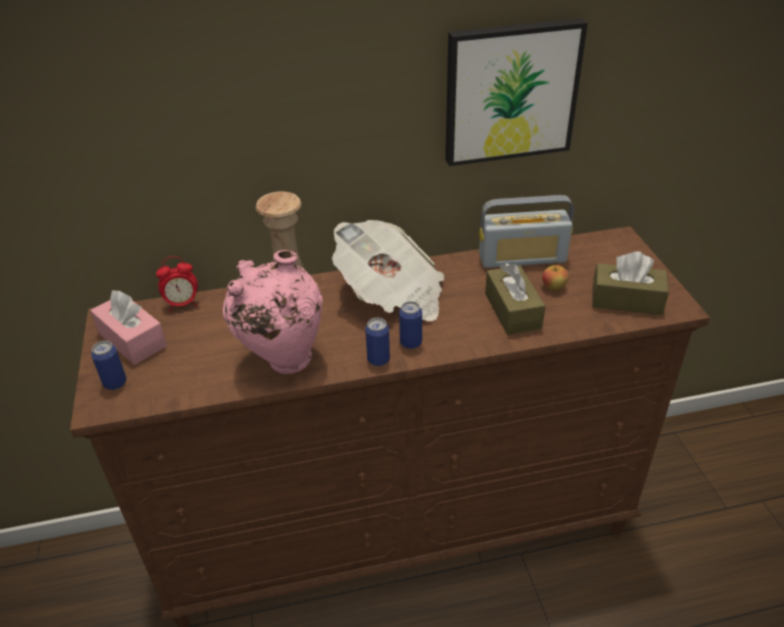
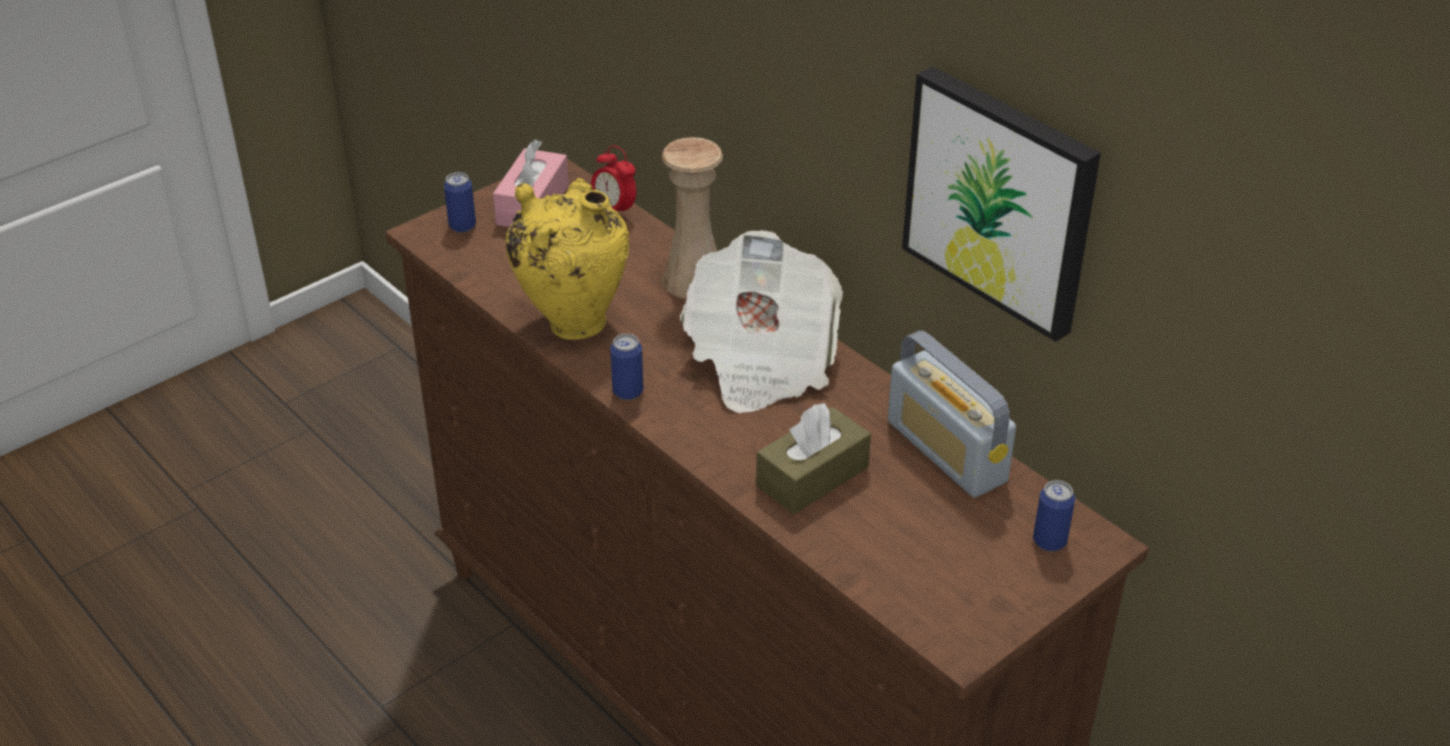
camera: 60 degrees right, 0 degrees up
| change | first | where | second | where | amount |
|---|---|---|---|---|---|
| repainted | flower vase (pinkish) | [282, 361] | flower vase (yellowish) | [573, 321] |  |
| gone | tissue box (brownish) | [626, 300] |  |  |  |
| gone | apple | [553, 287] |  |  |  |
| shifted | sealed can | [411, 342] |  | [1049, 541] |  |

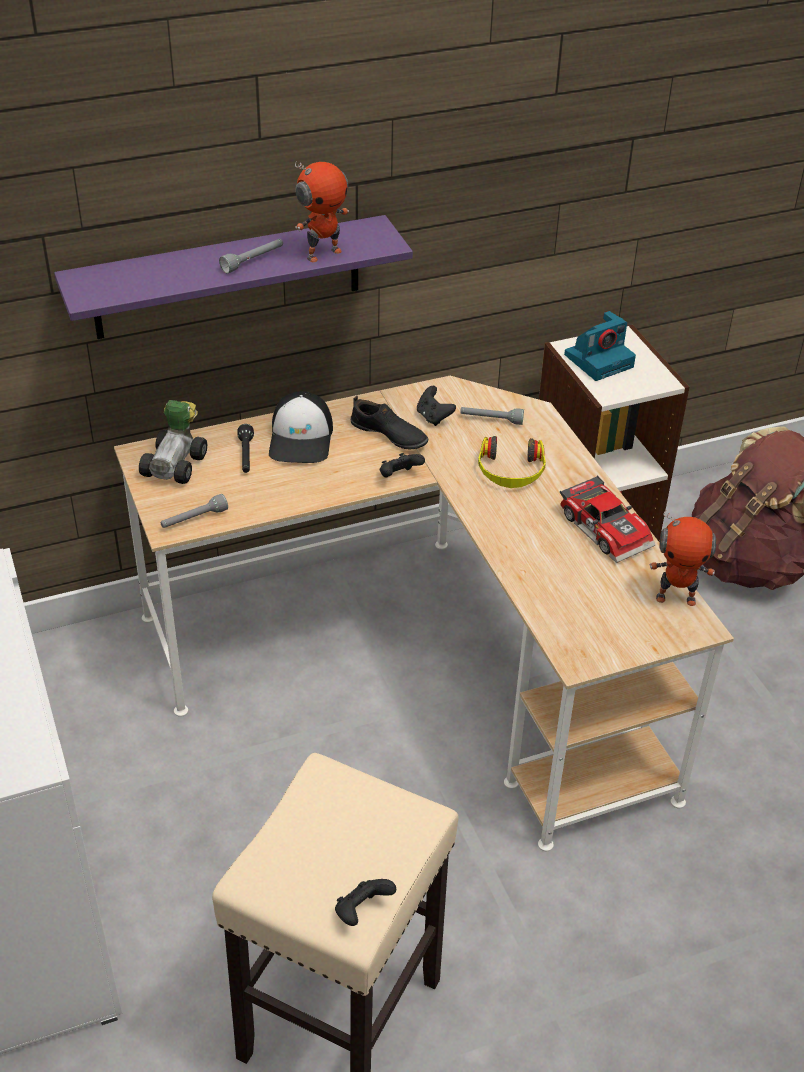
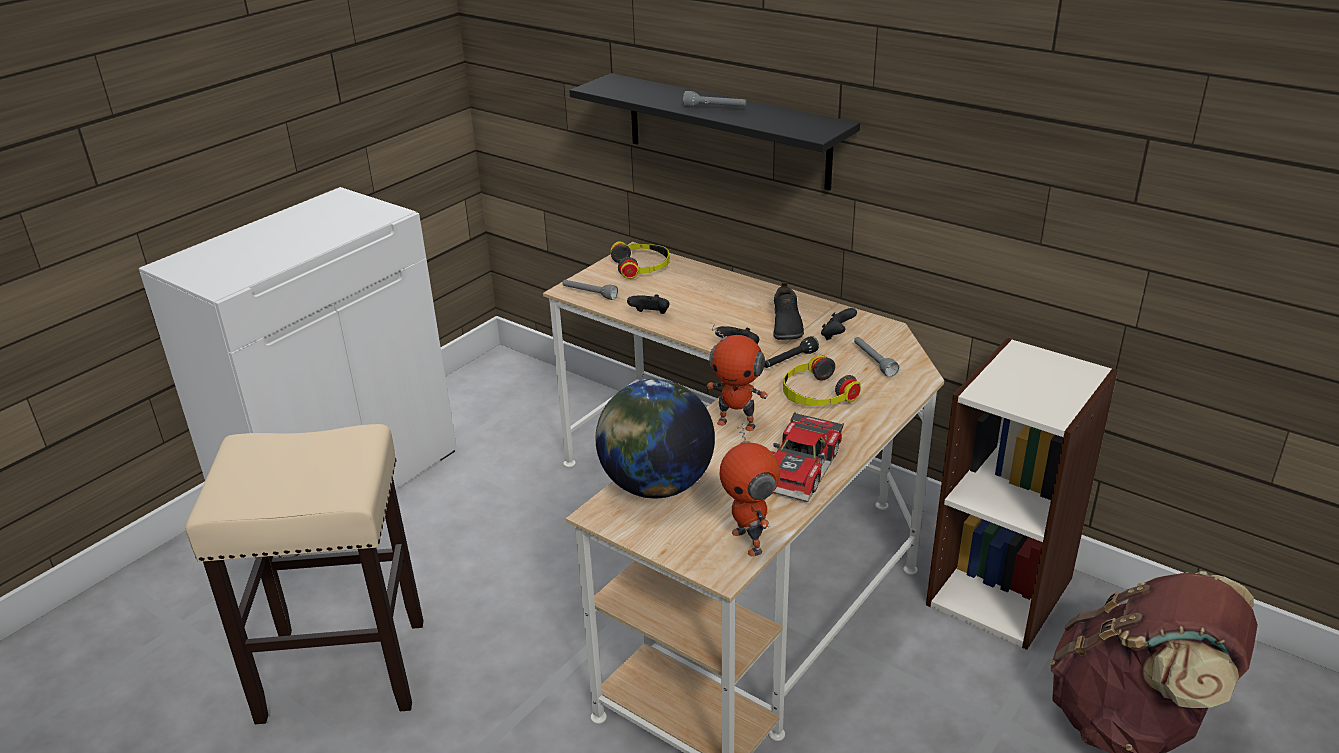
camera: 60 degrees right, 10 degrees down
| change | first | where | second | where | amount |
|---|---|---|---|---|---|
| shifted | toy robot | [323, 253] |  | [737, 423] |  |
| repainted | bracket shelf (purplish) | [228, 278] | bracket shelf (black) | [727, 131] |  |
| gone | photo camera | [599, 360] |  |  |  |
| gone | cap | [301, 439] |  |  |  |
| swapped | toy car | [178, 463] | headphones | [642, 266] |  |
| shifted | torch (black) | [246, 456] |  | [789, 361] |  |
| shifted | game controller (black) | [362, 911] |  | [650, 315] |  |
| new |  |  | globe | [656, 485] |  |

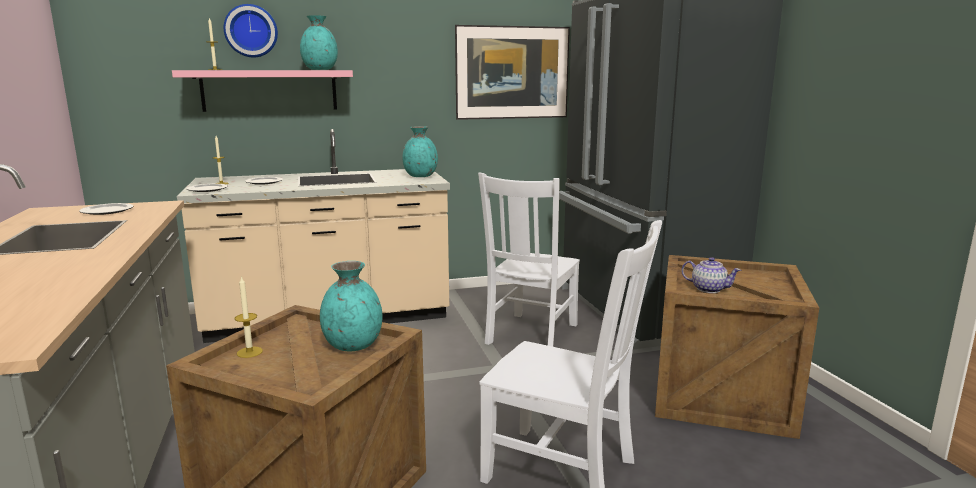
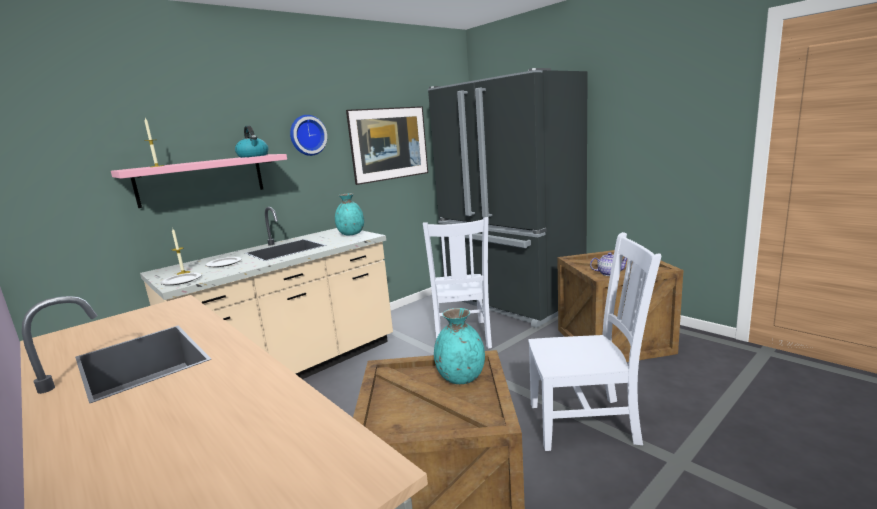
camera: 25 degrees left, 0 degrees up
| change | first | where | second | where | amount |
|---|---|---|---|---|---|
| shifted | clock on the wall | [251, 31] |  | [307, 135] |  |
| swapped | flower vase (turquoise-coloured) | [320, 69] | tea kettle | [253, 156] |  |
| gone | flat dish | [107, 211] |  |  |  |
| gone | wax candle | [249, 352] |  |  |  |

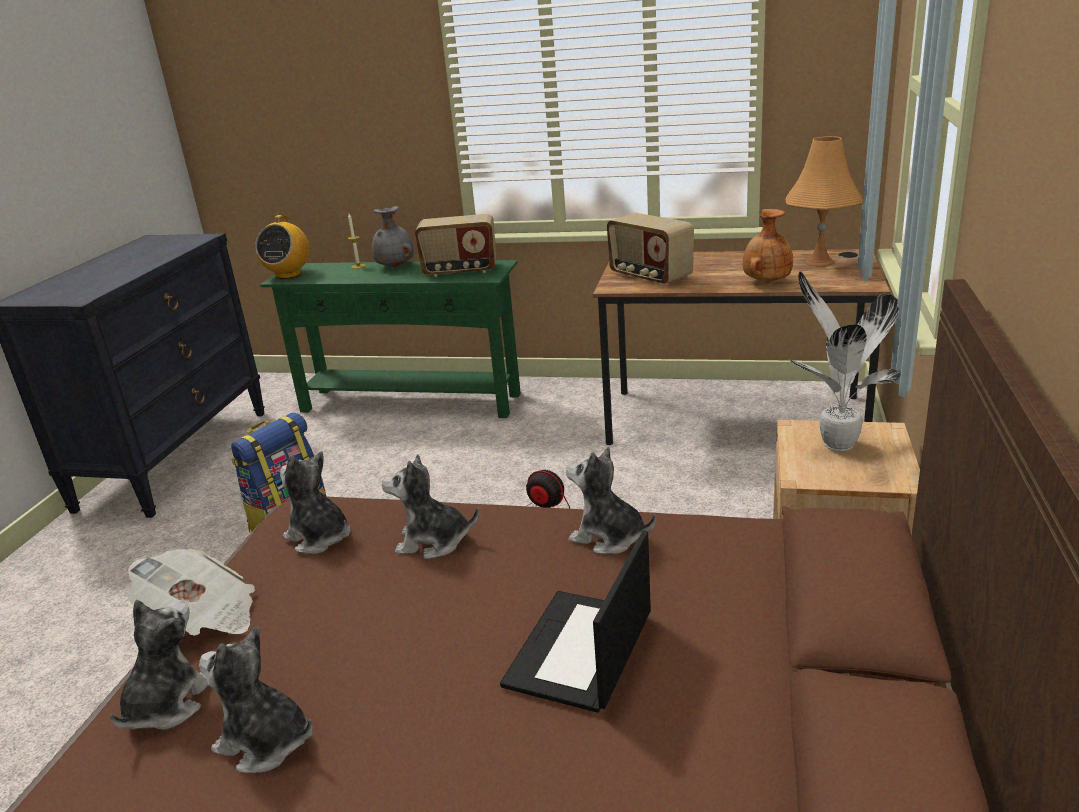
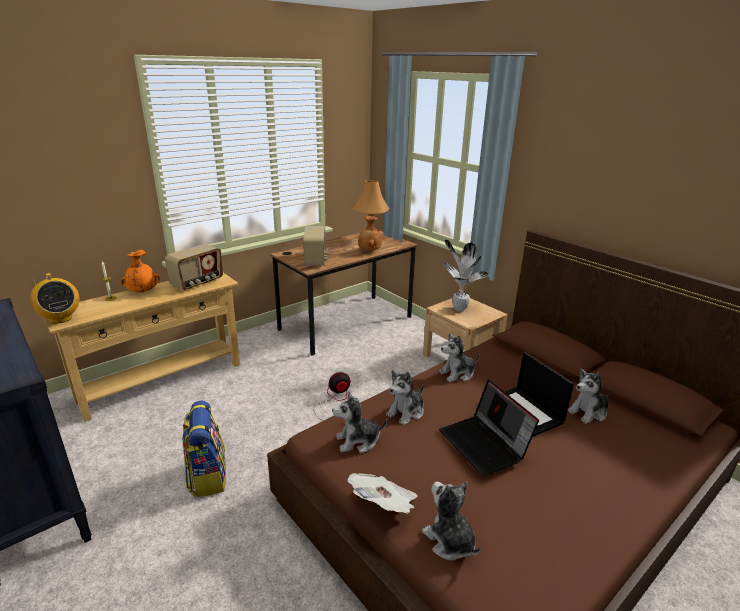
camera: 55 degrees left, 0 degrees up
| change | first | where | second | where | amount |
|---|---|---|---|---|---|
| repainted | flower vase (grey) | [396, 266] | flower vase (orange) | [143, 291] |  |
| rotated | radio | [649, 276] |  | [316, 260] | 90 degrees counterclockwise |
| repainted | hall table (greenish) | [410, 402] | hall table (beige-coloured) | [162, 381] |  |
| shifted | cuddly toy | [265, 742] |  | [588, 412] |  |
| new |  |  | portable computer | [484, 445] |  |

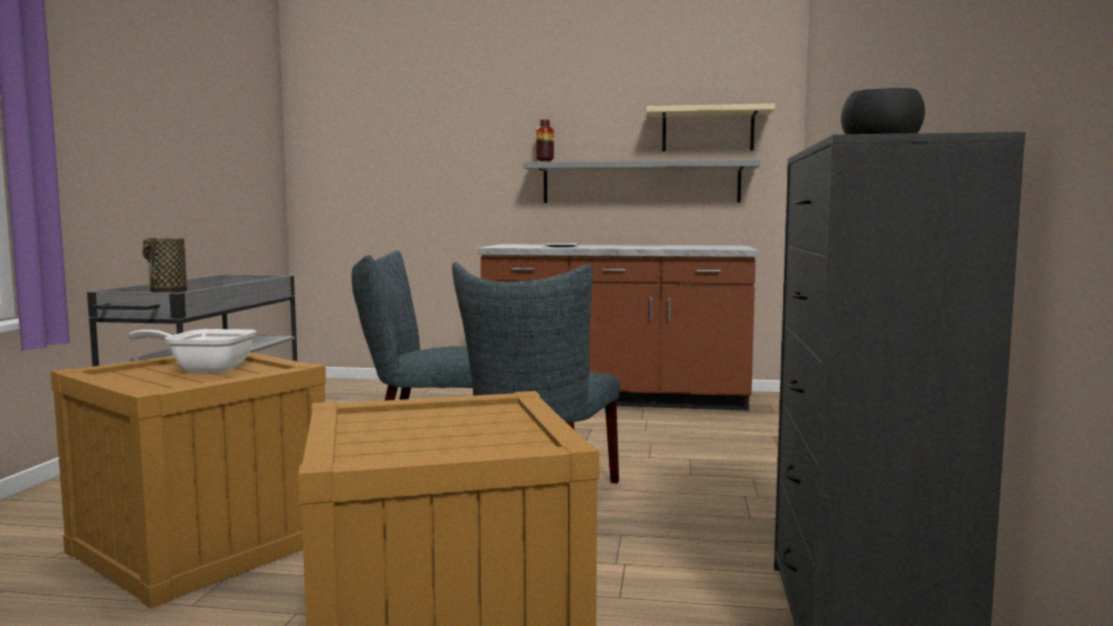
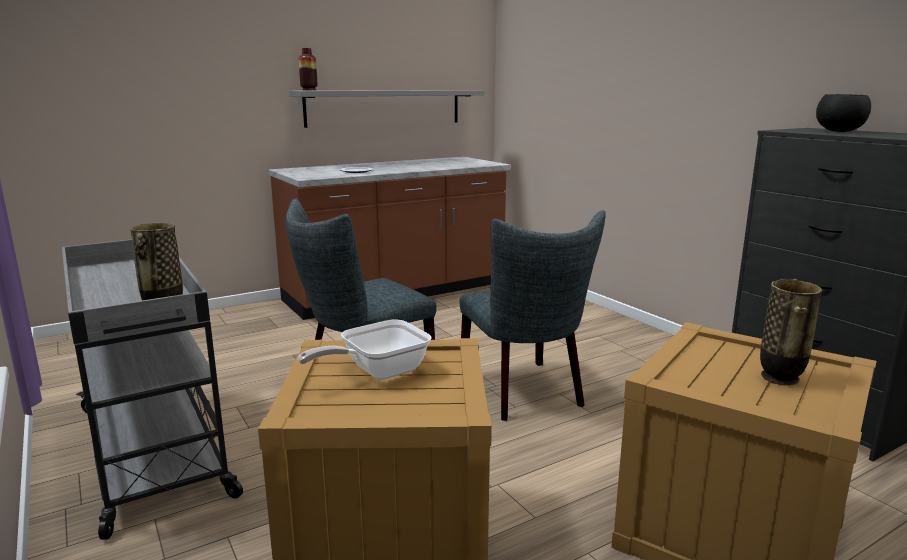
camera: 40 degrees left, 10 degrees up
| change | first | where | second | where | amount |
|---|---|---|---|---|---|
| gone | bracket shelf (beige-coloured) | [707, 130] |  |  |  |
| new |  |  | flower vase | [780, 378] |  |

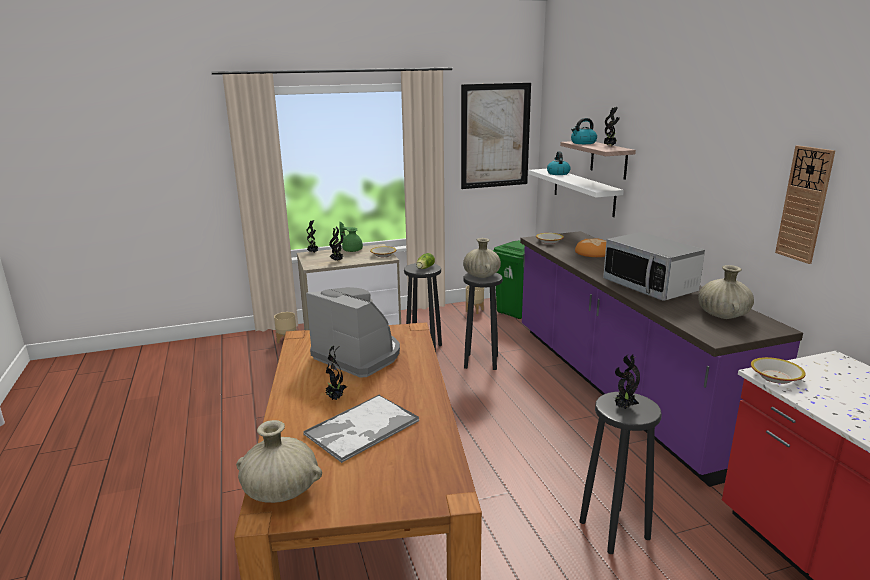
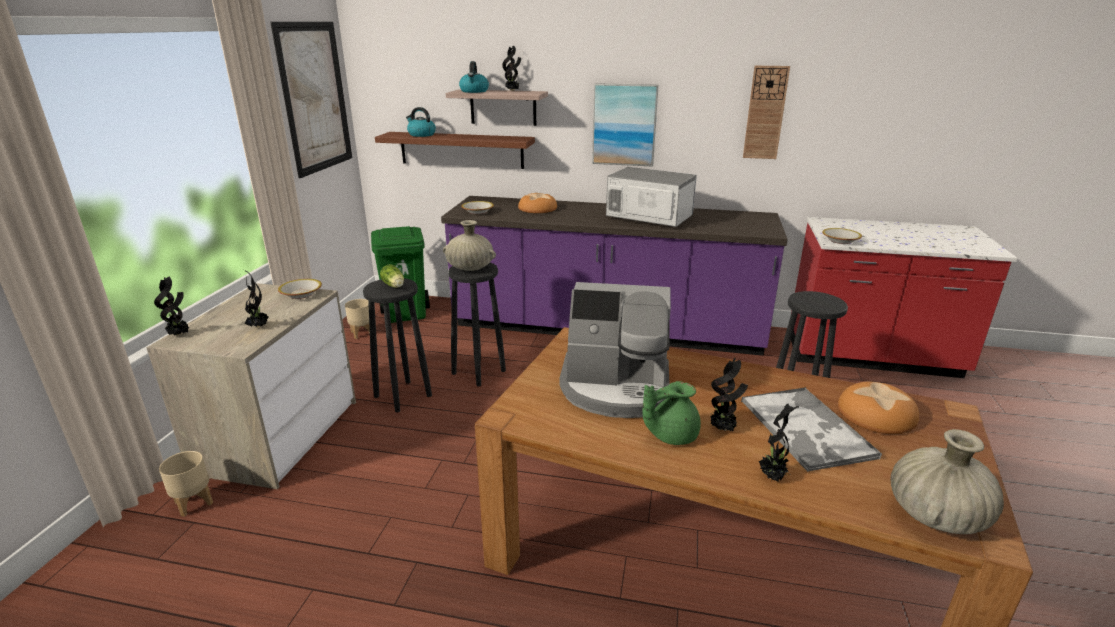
camera: 60 degrees left, 5 degrees up
| change | first | where | second | where | amount |
|---|---|---|---|---|---|
| repainted | bracket shelf (white-coloured) | [583, 191] | bracket shelf (brownish) | [461, 150] |  |
| shifted | tea pot (greenish) | [352, 250] |  | [670, 435] |  |
| rotated | microwave oven | [649, 287] |  | [648, 218] | 150 degrees counterclockwise |
| gone | flower vase (beige-coloured) | [723, 315] |  |  |  |
| rotated | coffee maker | [358, 355] |  | [615, 388] | 150 degrees counterclockwise |
| shifted | potted plant | [624, 407] |  | [772, 477] |  |
| new |  |  | wall art | [624, 125] |  |
| new |  |  | bakery bread | [876, 413] |  |

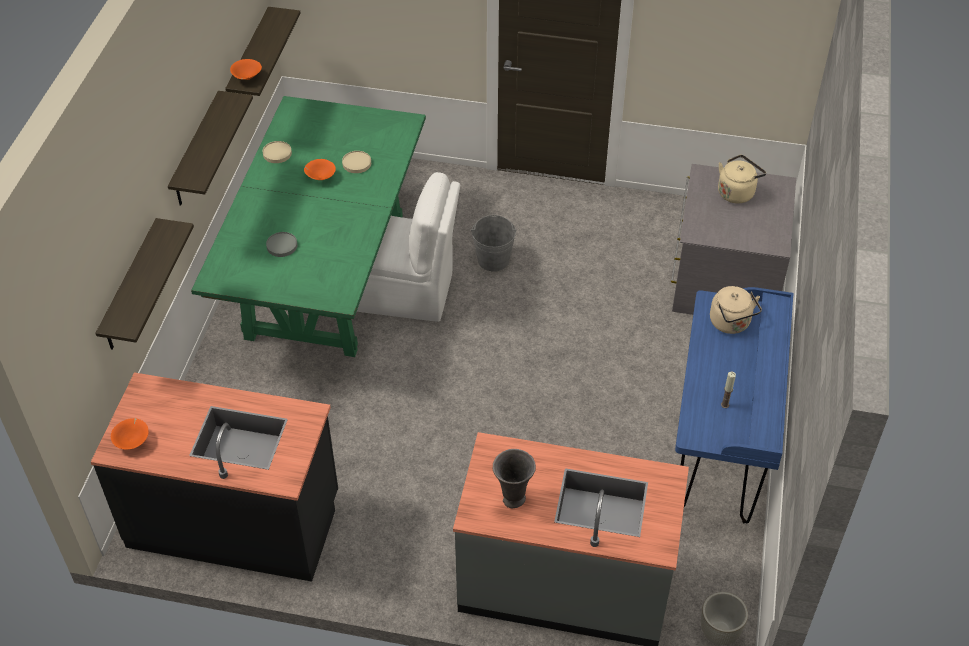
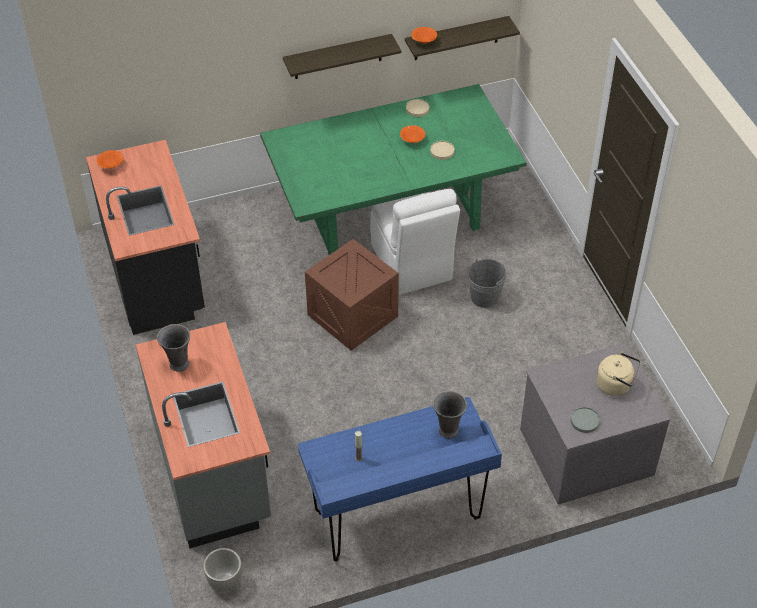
camera: 60 degrees right, 0 degrees up
| change | first | where | second | where | amount |
|---|---|---|---|---|---|
| gone | bracket shelf | [130, 287] |  |  |  |
| shifted | flat dish (grey) | [282, 246] |  | [585, 421] |  |
| swapped | tea kettle (beige-coloured) | [731, 324] | flower vase (grey) | [447, 431] |  |
| new |  |  | shipping crate | [352, 315] |  |

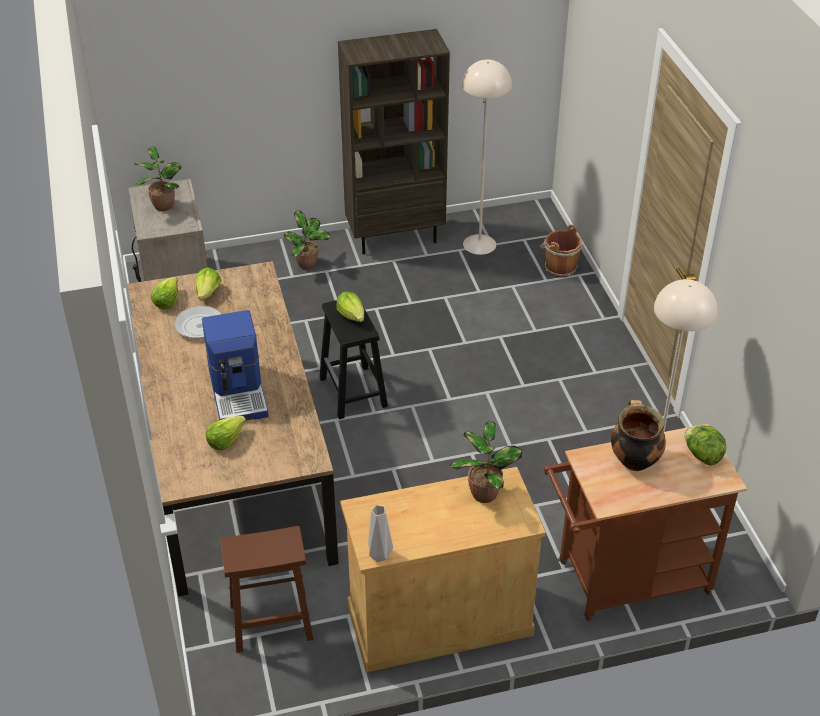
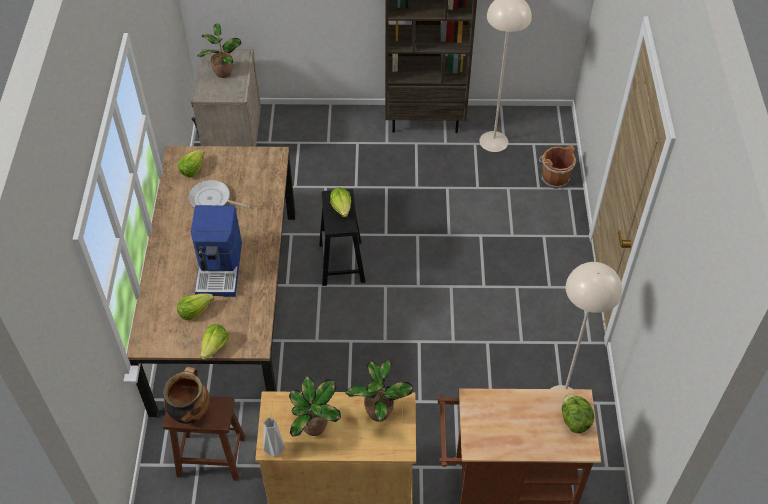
camera: 15 degrees right, 10 degrees up
| change | first | where | second | where | amount |
|---|---|---|---|---|---|
| shifted | potted plant | [307, 264] |  | [315, 428] |  |
| shifted | lettuce | [208, 293] |  | [215, 347] |  |
| shifted | saucepot | [633, 460] |  | [190, 411] |  |

